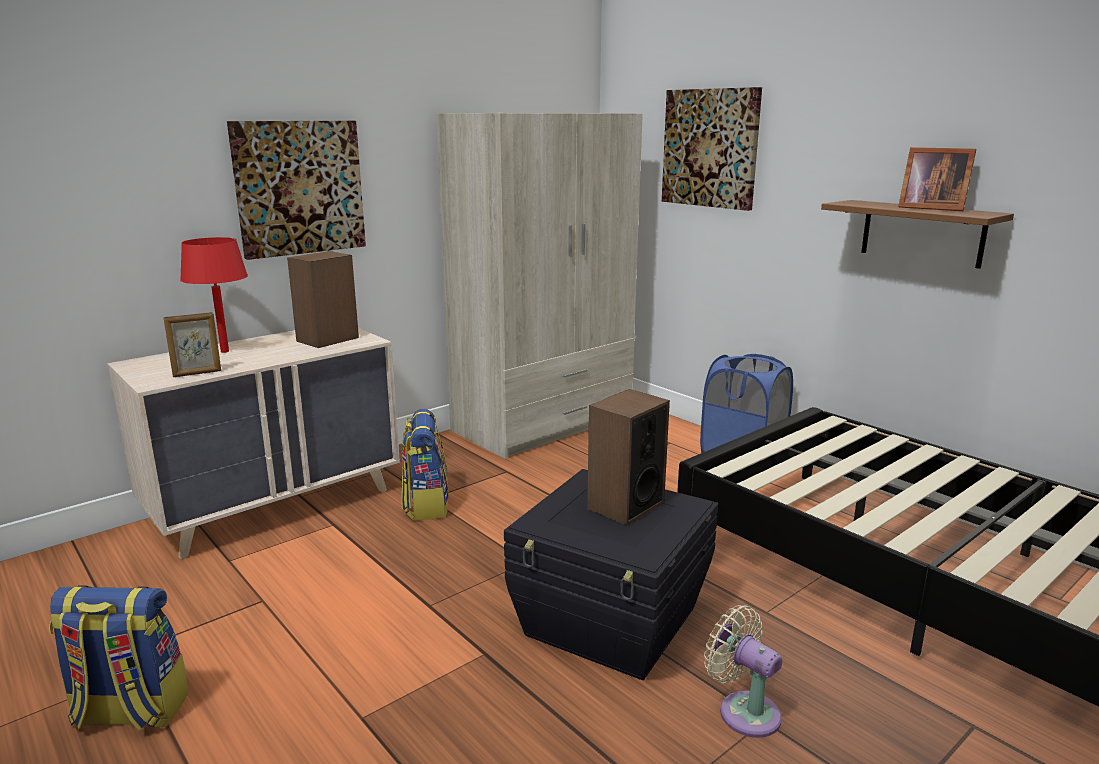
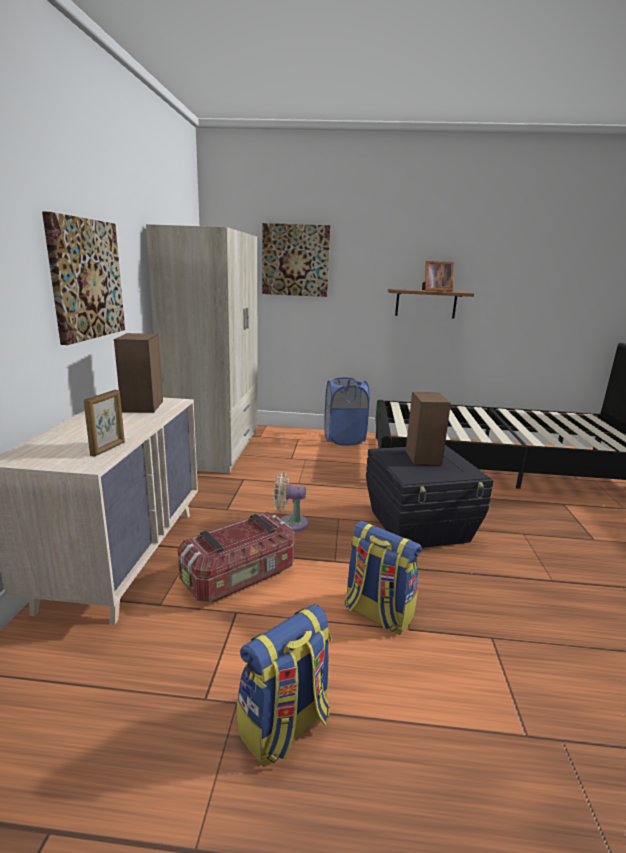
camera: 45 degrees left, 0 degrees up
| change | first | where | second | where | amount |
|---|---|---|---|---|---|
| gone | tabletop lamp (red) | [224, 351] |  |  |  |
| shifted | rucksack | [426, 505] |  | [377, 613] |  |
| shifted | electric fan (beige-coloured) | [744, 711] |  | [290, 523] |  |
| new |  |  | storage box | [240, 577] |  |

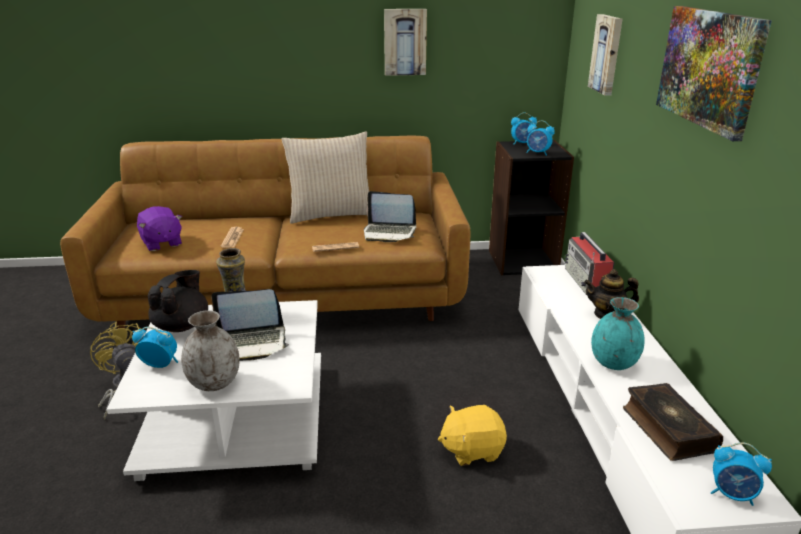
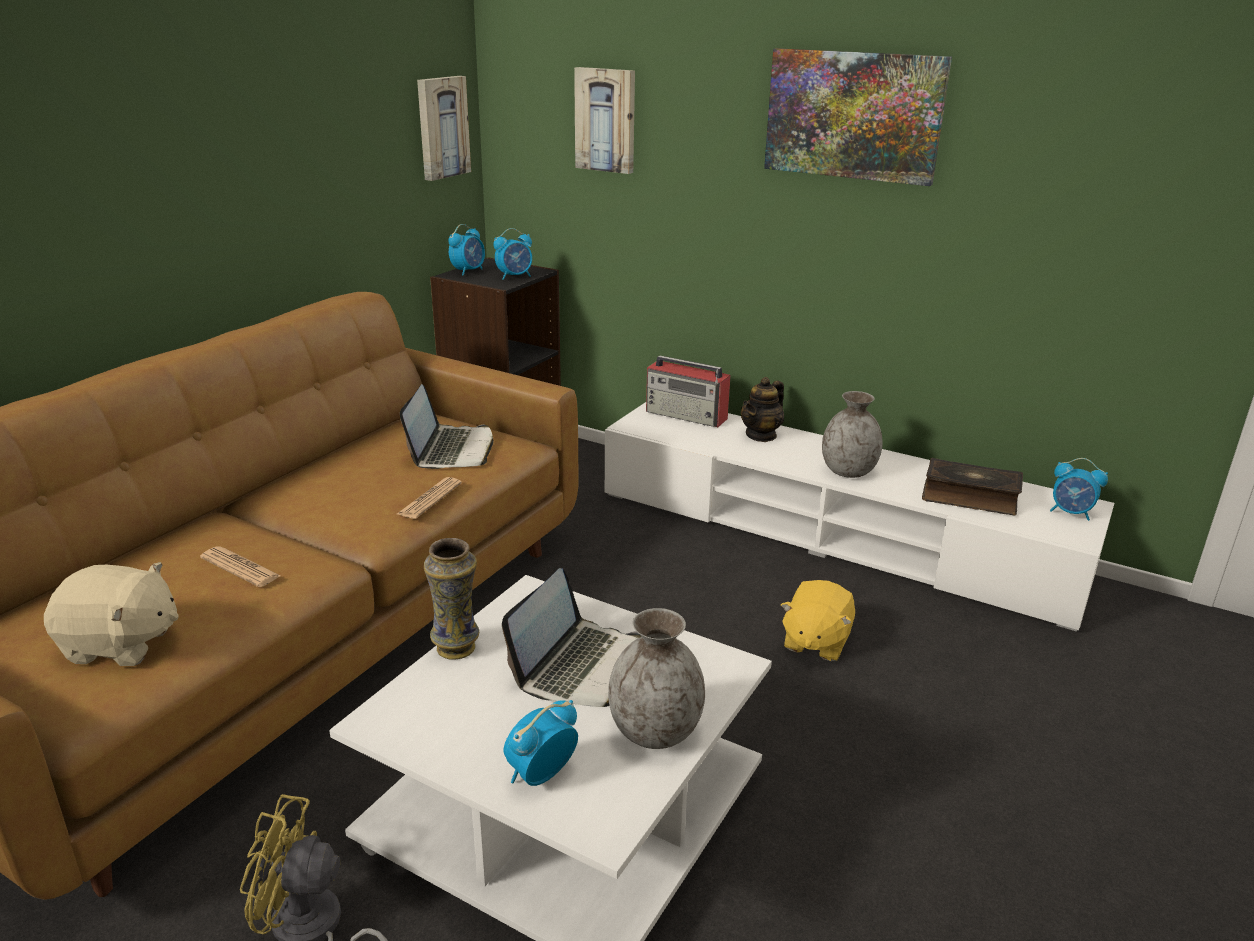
camera: 55 degrees left, 0 degrees up
| change | first | where | second | where | amount |
|---|---|---|---|---|---|
| shifted | wall art | [405, 42] |  | [441, 127] |  |
| gone | pillow (beige-coloured) | [331, 214] |  |  |  |
| rotated | portable computer | [389, 233] |  | [451, 450] | 45 degrees counterclockwise |
| repainted | cuddly toy (purplish) | [161, 243] | cuddly toy (beige-coloured) | [121, 645] |  |
| gone | tea pot (black) | [182, 325] |  |  |  |
| repainted | flower vase (turquoise-coloured) | [614, 363] | flower vase (grey) | [848, 471] |  |
| rotated | alarm clock | [732, 494] |  | [1071, 513] | 60 degrees clockwise |

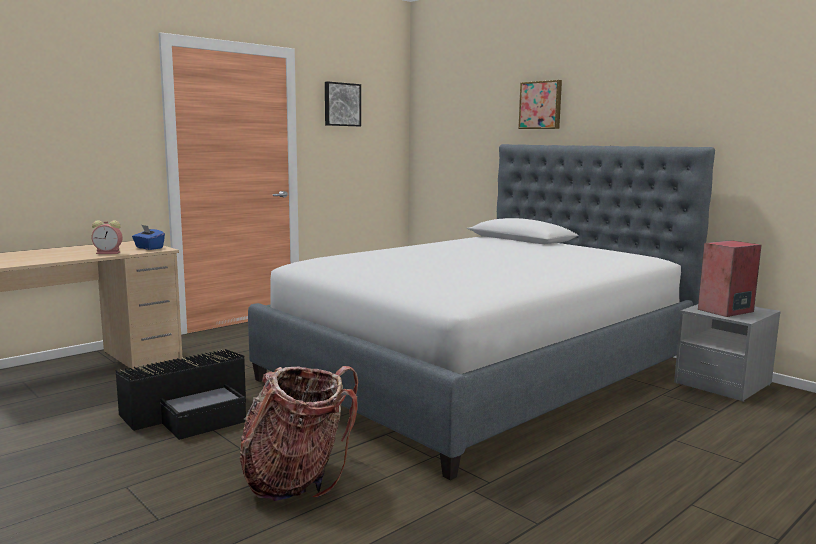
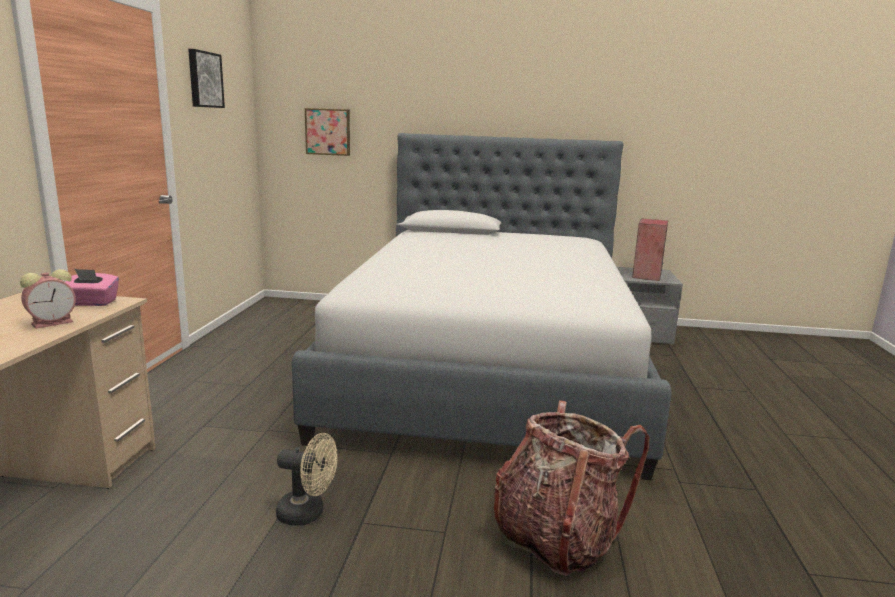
camera: 40 degrees left, 5 degrees up
| change | first | where | second | where | amount |
|---|---|---|---|---|---|
| shifted | wall art | [541, 105] |  | [328, 132] |  |
| repainted | tissue box (blue-coloured) | [149, 248] | tissue box (pinkish) | [91, 303] |  |
| swapped | storage box (black) | [191, 412] | electric fan (beige-coloured) | [308, 513] |  |

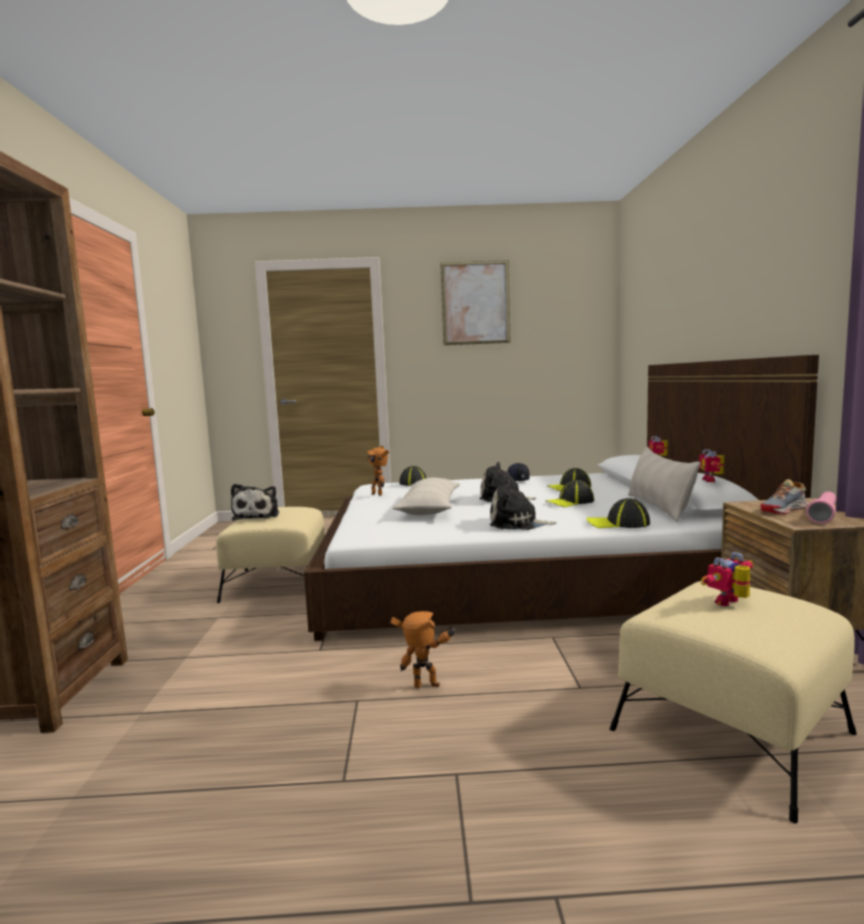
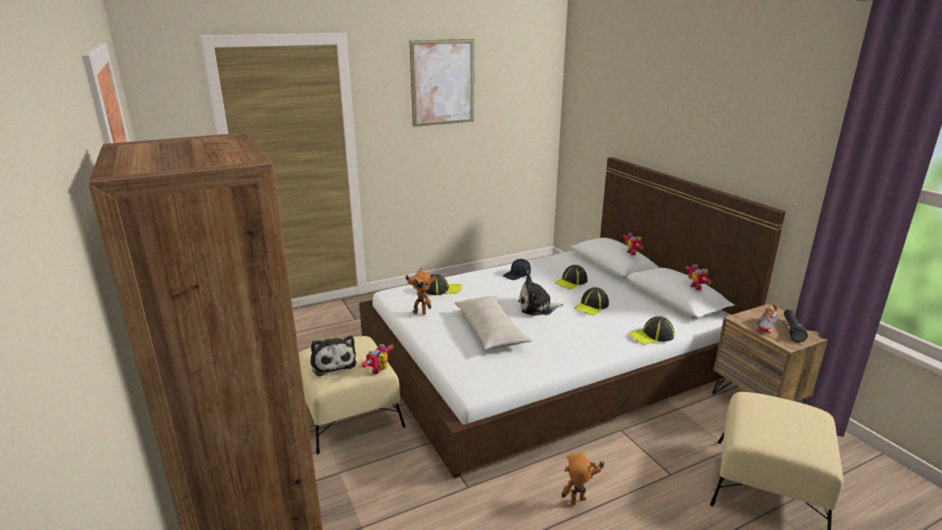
camera: 25 degrees left, 15 degrees up
| change | first | where | second | where | amount |
|---|---|---|---|---|---|
| gone | pillow (beige-coloured) | [659, 507] |  |  |  |
| gone | cuddly toy | [517, 524] |  |  |  |
| repainted | torch (pinkish) | [823, 515] | torch (black) | [792, 330] |  |
| shifted | toy robot | [731, 603] |  | [380, 371] |  |

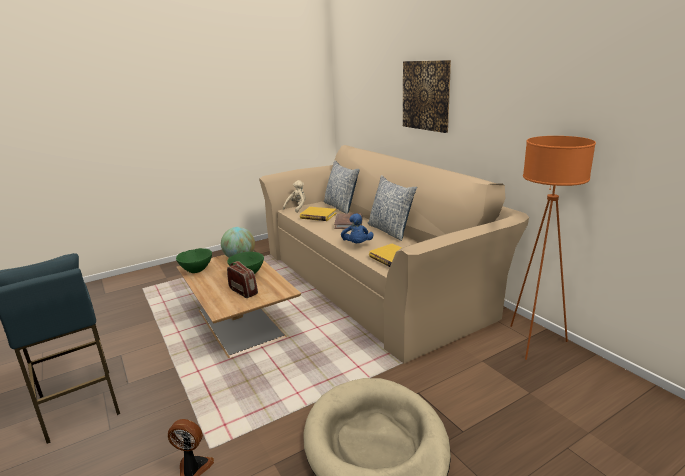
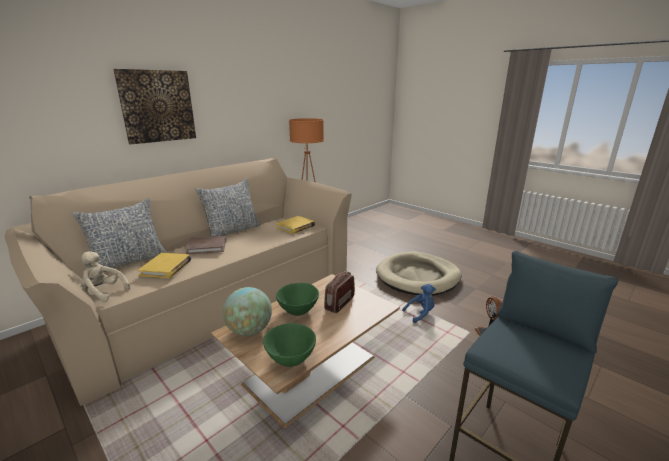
camera: 105 degrees left, 0 degrees up
| change | first | where | second | where | amount |
|---|---|---|---|---|---|
| shifted | cuddly toy (blue-coloured) | [357, 244] |  | [420, 314] |  |

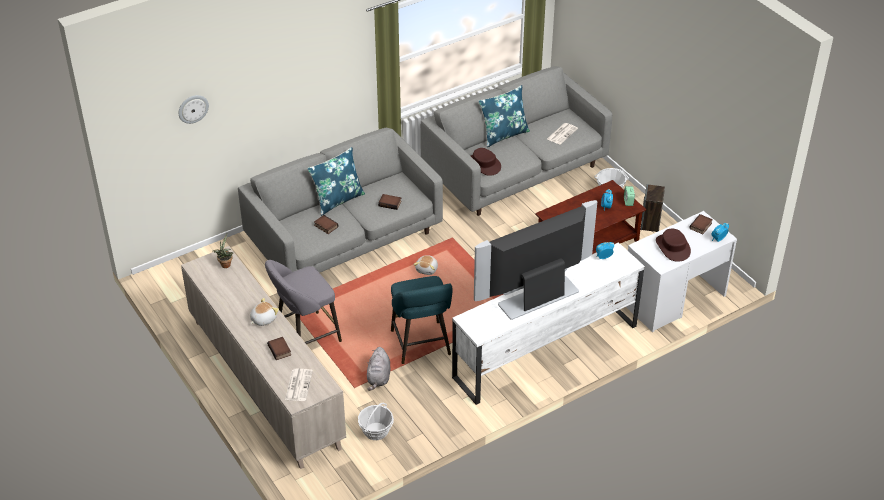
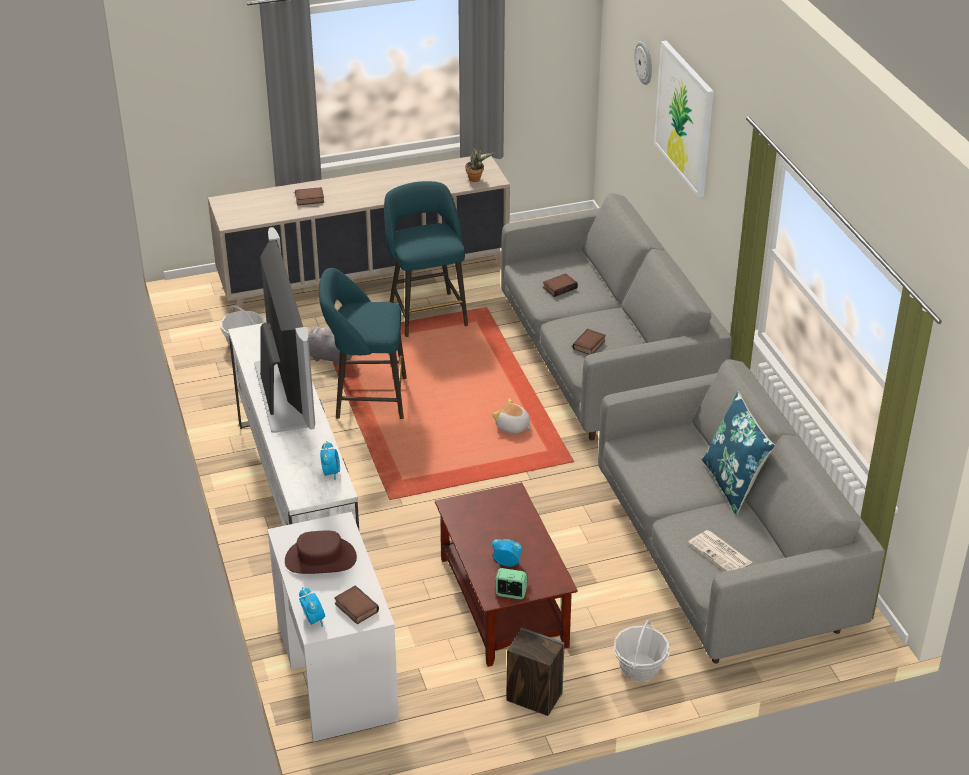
camera: 105 degrees right, 5 degrees down
| change | first | where | second | where | amount |
|---|---|---|---|---|---|
| gone | pillow (blue-coloured) | [337, 200] |  |  |  |
| gone | clothing hat (brownish) | [484, 164] |  |  |  |
| repainted | stool (grey) | [305, 337] | stool (turquoise-coloured) | [426, 312] |  |
| gone | cuddly toy | [263, 319] |  |  |  |
| gone | printed paper | [298, 385] |  |  |  |
| new |  |  | wall art | [685, 118] |  |

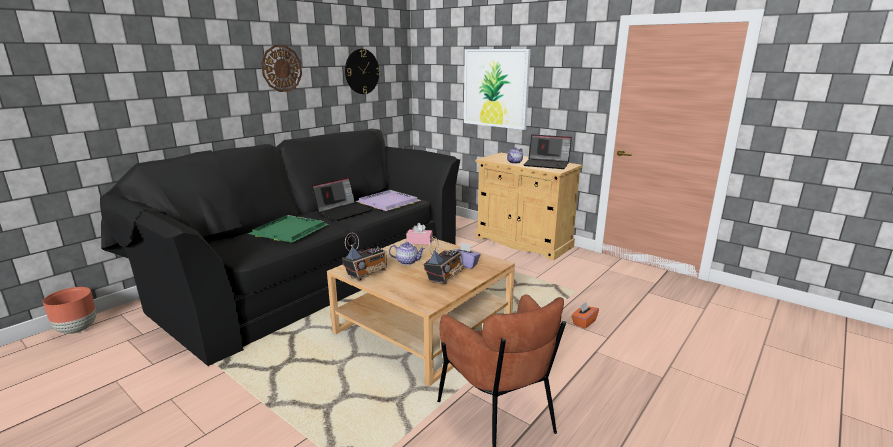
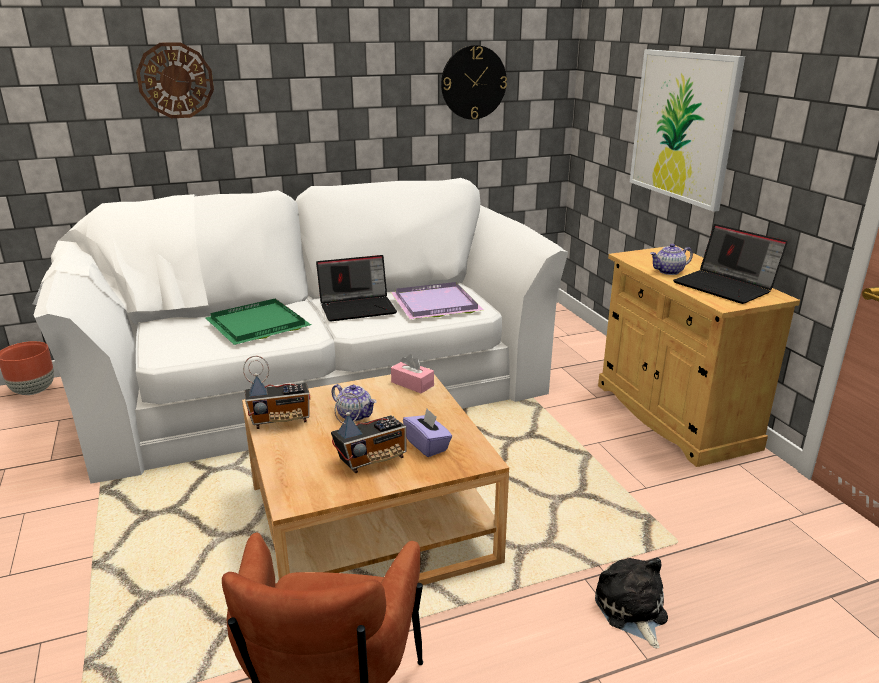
camera: 30 degrees right, 5 degrees up
| change | first | where | second | where | amount |
|---|---|---|---|---|---|
| shifted | clock on the wall | [281, 68] |  | [175, 80] |  |
| repainted | sofa (black) | [313, 273] | sofa (white-coloured) | [317, 385] |  |
| swapped | tissue box (orange) | [584, 322] | cuddly toy | [631, 611] |  |

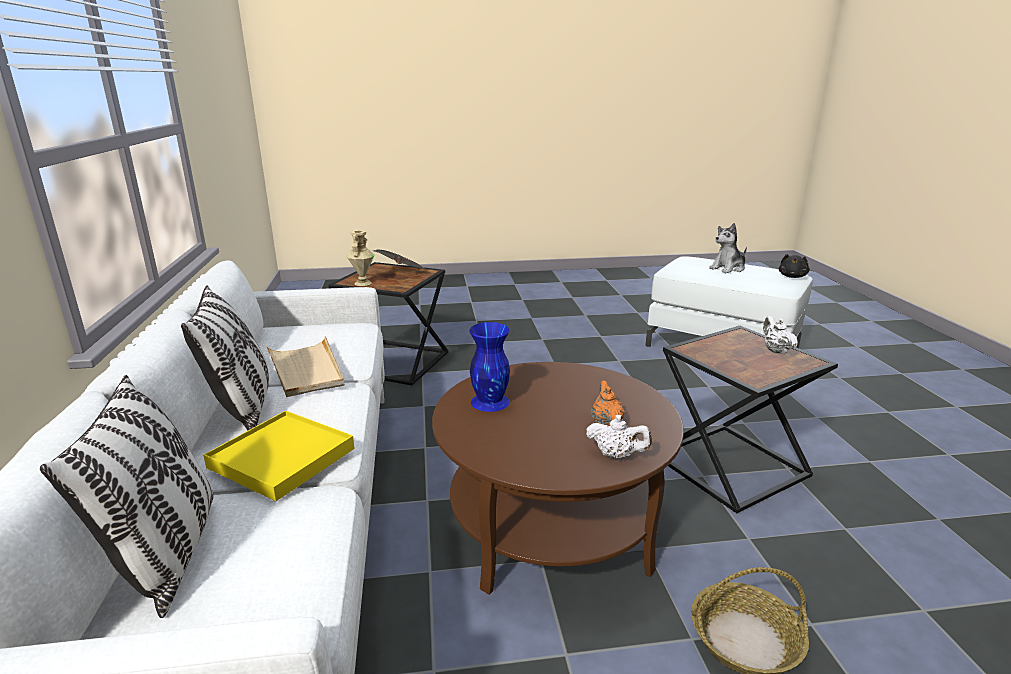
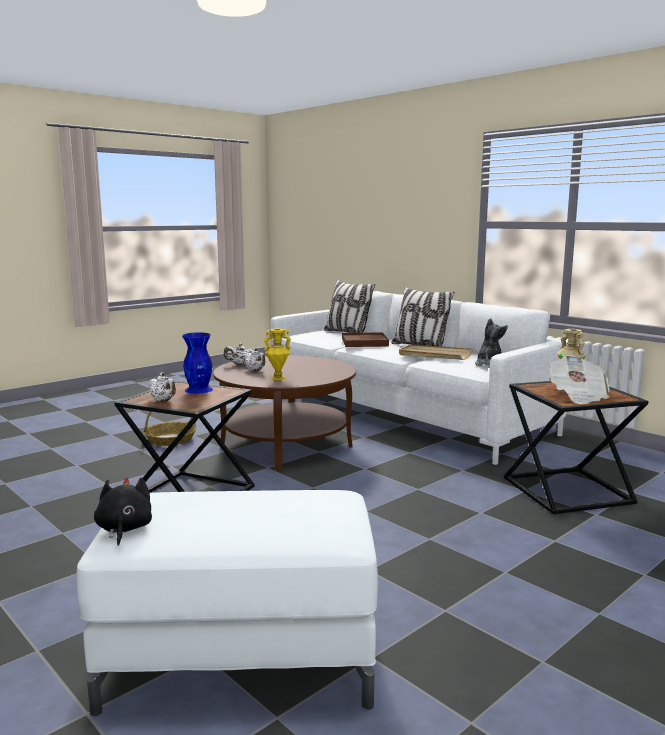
camera: 145 degrees right, 10 degrees down
| change | first | where | second | where | amount |
|---|---|---|---|---|---|
| shifted | cuddly toy | [728, 268] |  | [489, 364] |  |
| shifted | flower vase (blue-coloured) | [490, 401] |  | [199, 390] |  |
| repainted | tea pot (orange) | [606, 423] | tea pot (white-coloured) | [255, 370] |  |
| repainted | tray (yellowish) | [282, 458] | tray (brownish) | [364, 342] |  |
| new |  |  | flower vase (yellowish) | [278, 378] |  |

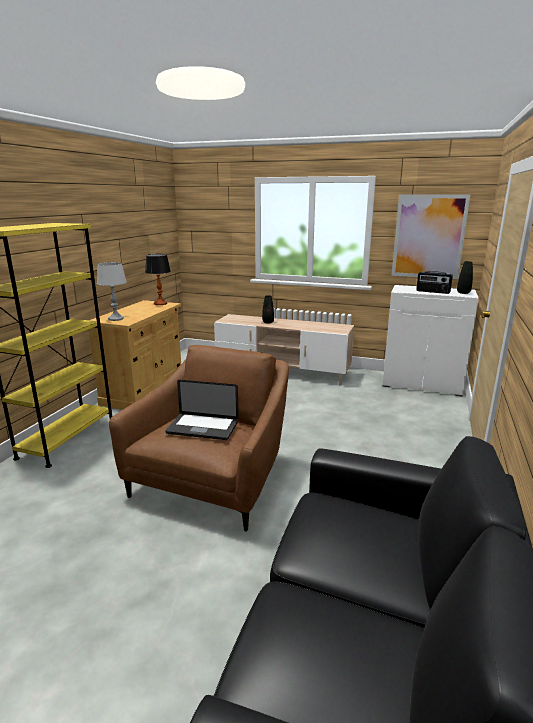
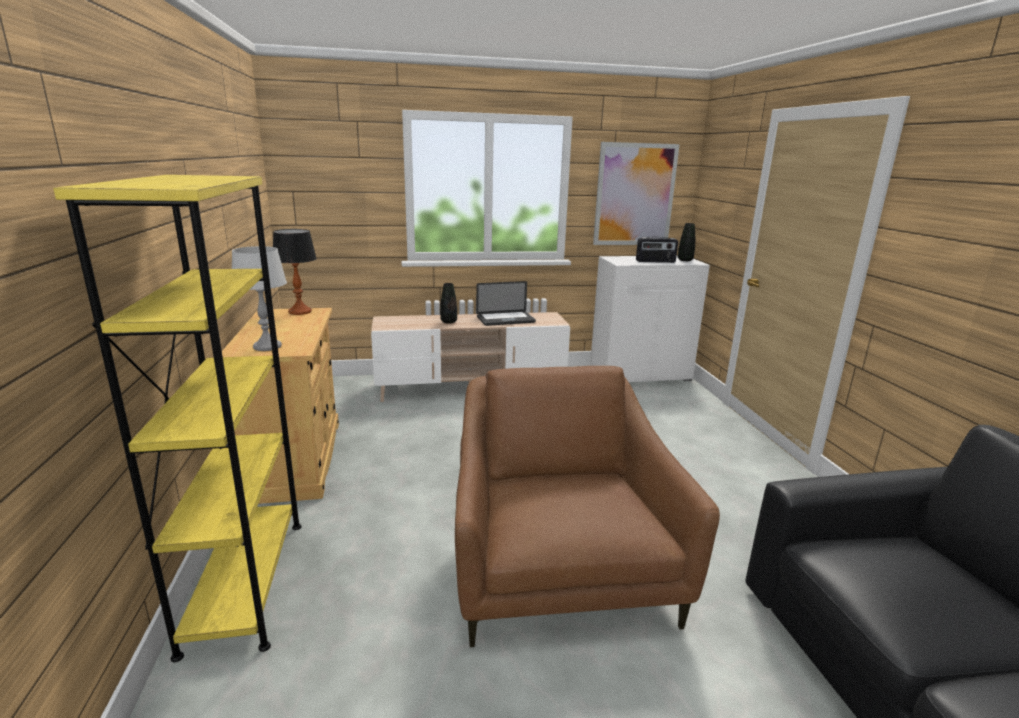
camera: 30 degrees left, 0 degrees up
| change | first | where | second | where | amount |
|---|---|---|---|---|---|
| shifted | portable computer | [202, 428] |  | [505, 319] |  |

